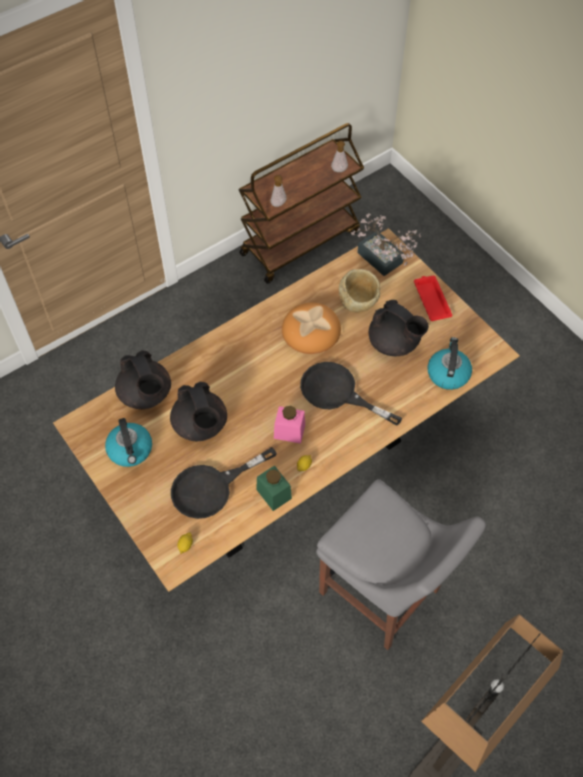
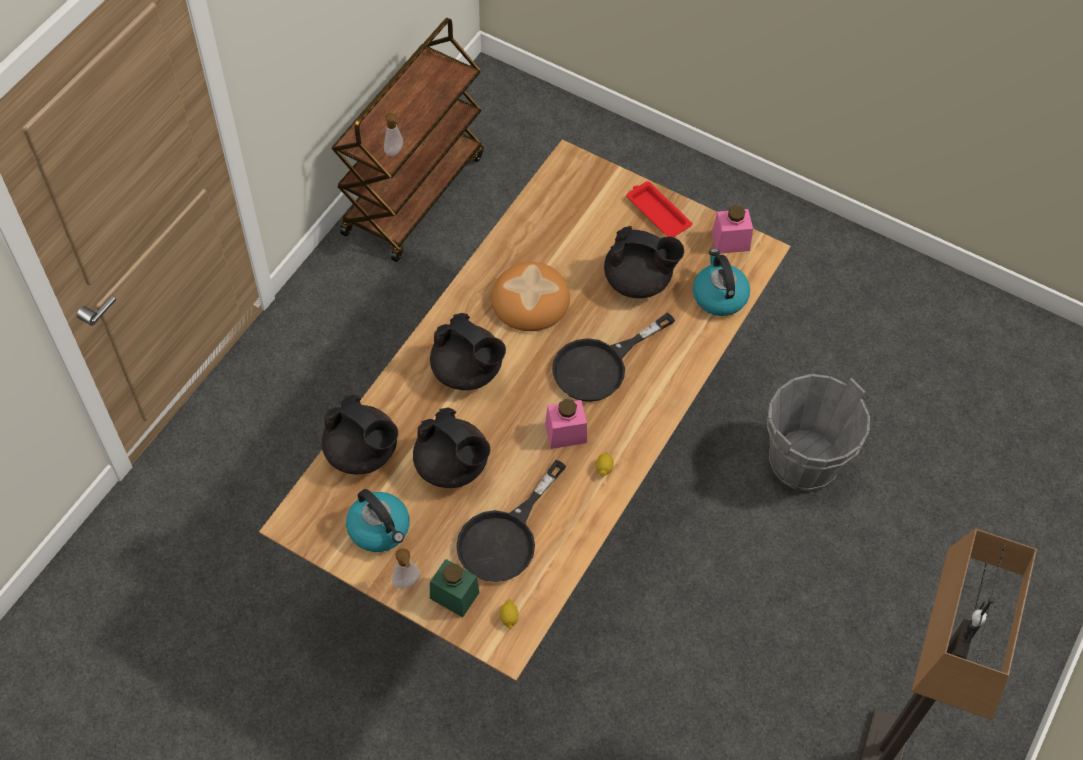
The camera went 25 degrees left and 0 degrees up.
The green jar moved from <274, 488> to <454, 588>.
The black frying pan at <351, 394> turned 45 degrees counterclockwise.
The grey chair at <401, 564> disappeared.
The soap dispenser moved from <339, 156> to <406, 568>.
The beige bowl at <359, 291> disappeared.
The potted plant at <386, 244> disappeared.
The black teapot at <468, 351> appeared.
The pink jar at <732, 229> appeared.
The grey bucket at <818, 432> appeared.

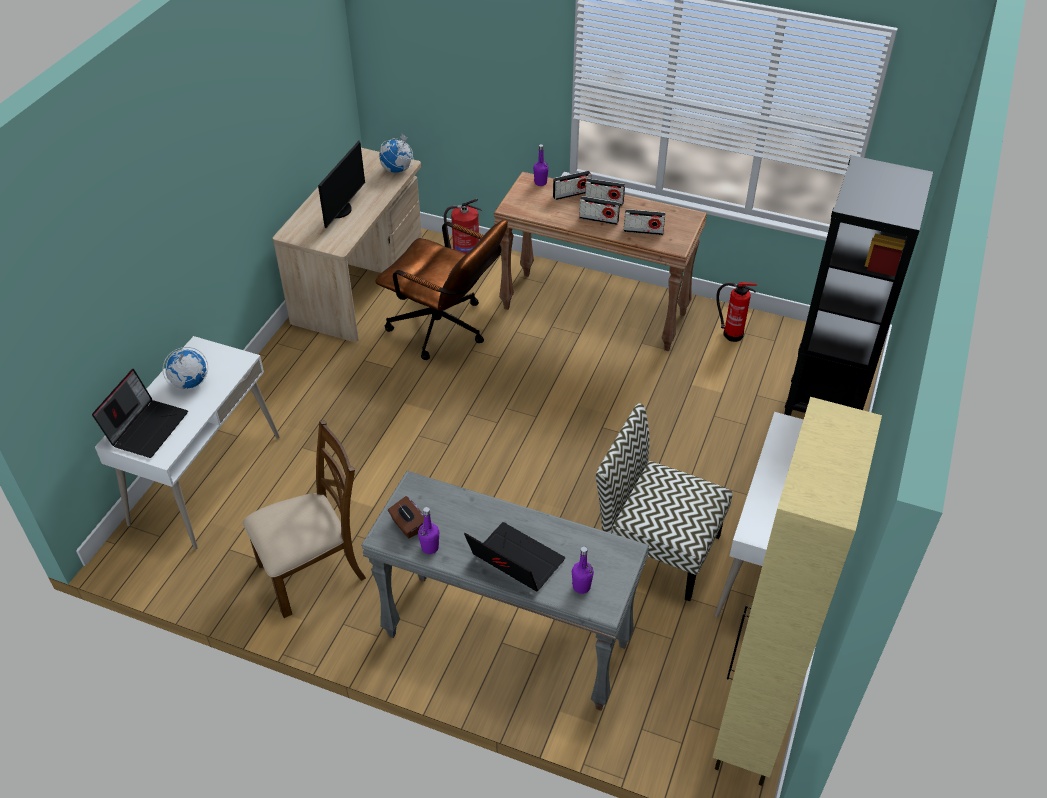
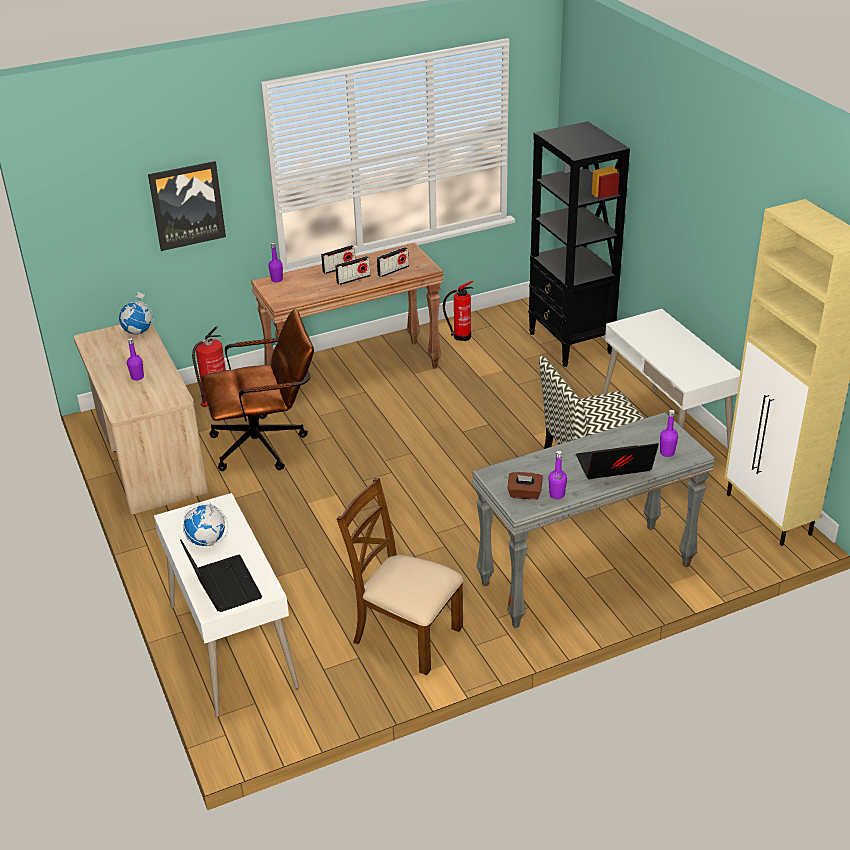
The camera went 45 degrees left and 10 degrees down.
The brown chair at <304, 519> turned 75 degrees counterclockwise.
The monitor at <341, 184> was replaced by the purple bottle at <135, 359>.
The radio at <572, 185> disappeared.
The picture at <187, 206> appeared.

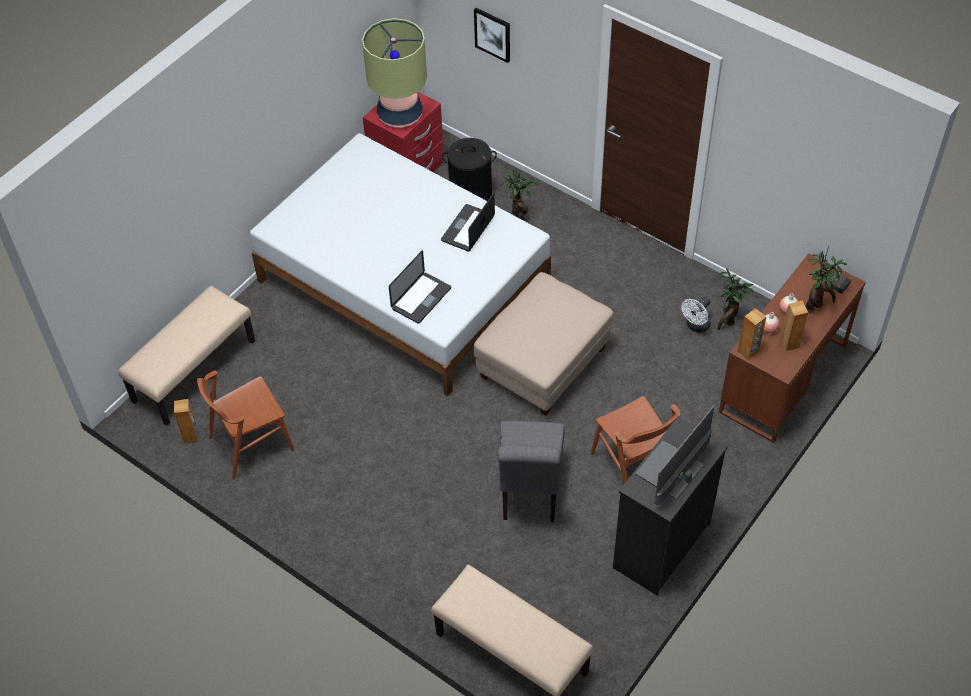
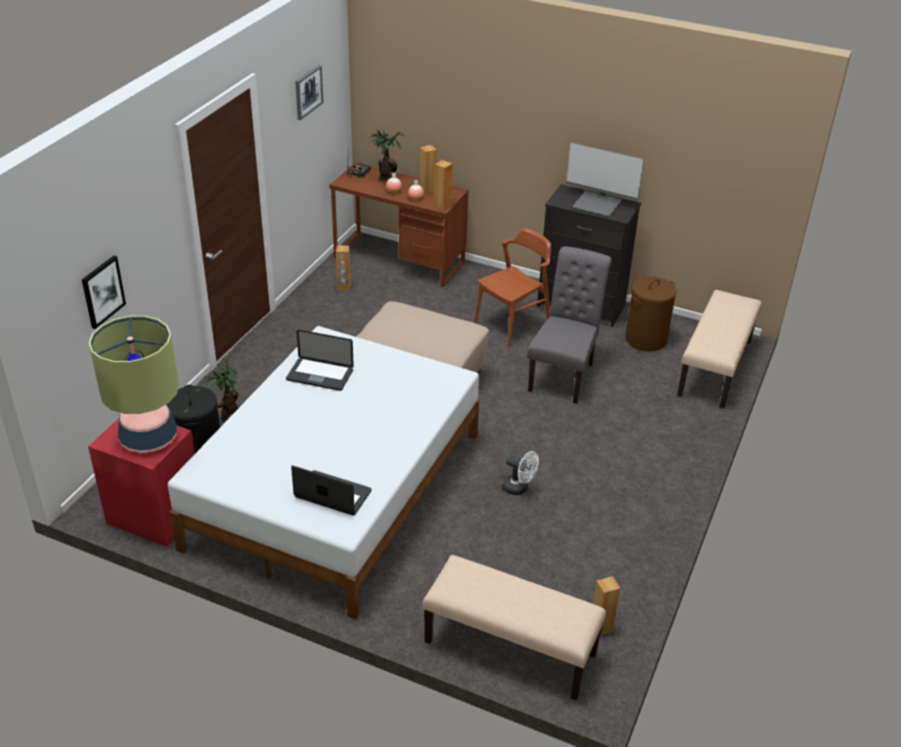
The camera went 105 degrees left and 15 degrees down.
The brown chair at <245, 425> disappeared.
The laptop moved from <420, 287> to <331, 490>.
The grey chair at <531, 471> turned 60 degrees counterclockwise.
The white fan moved from <696, 315> to <520, 473>.
The potted plant at <735, 299> was replaced by the brown speaker at <343, 267>.
The picture at <309, 92> appeared.
The brown laundry basket at <651, 313> appeared.

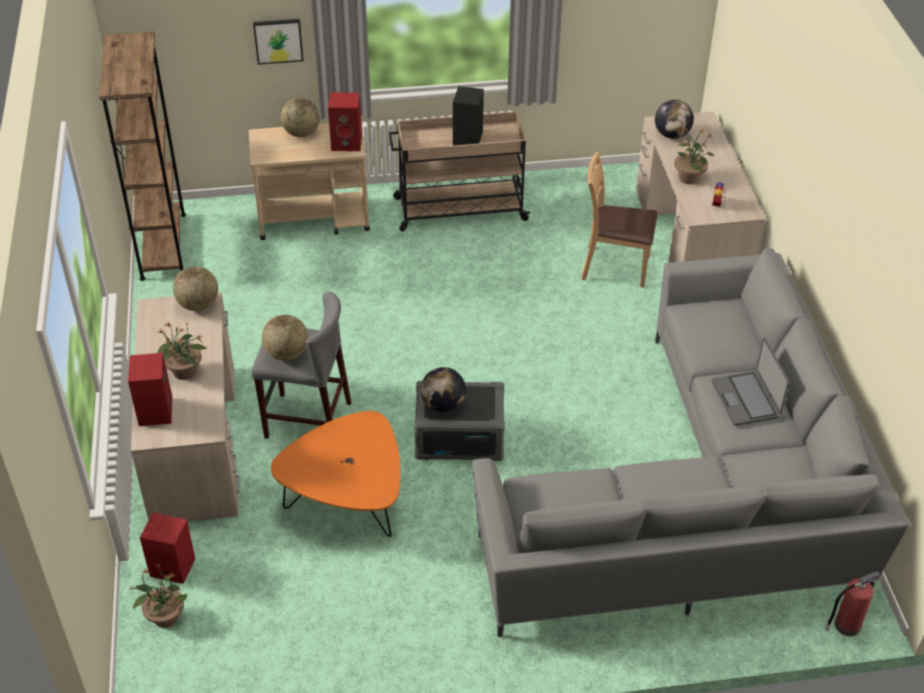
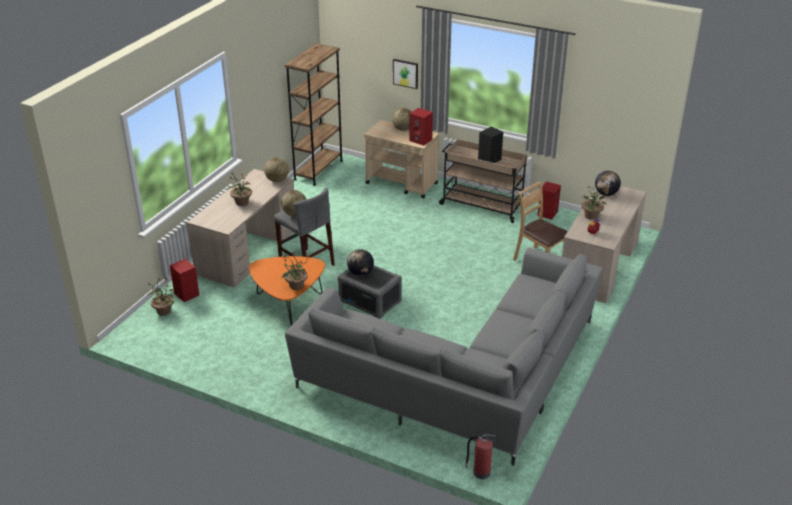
The camera went 35 degrees right and 10 degrees down.
The red speaker moved from <150, 389> to <549, 201>.
The laptop at <750, 381> disappeared.
The potted plant at <295, 271> appeared.

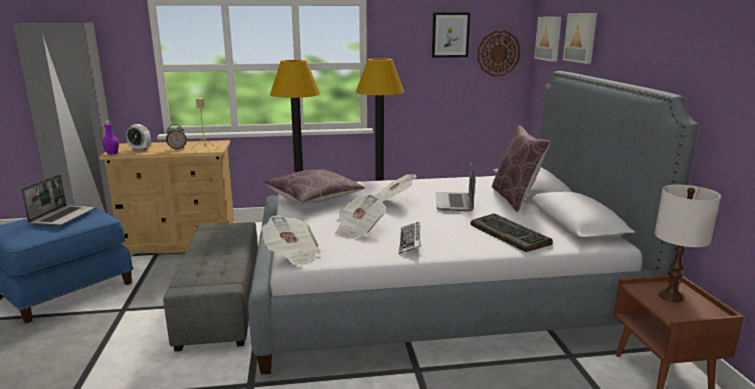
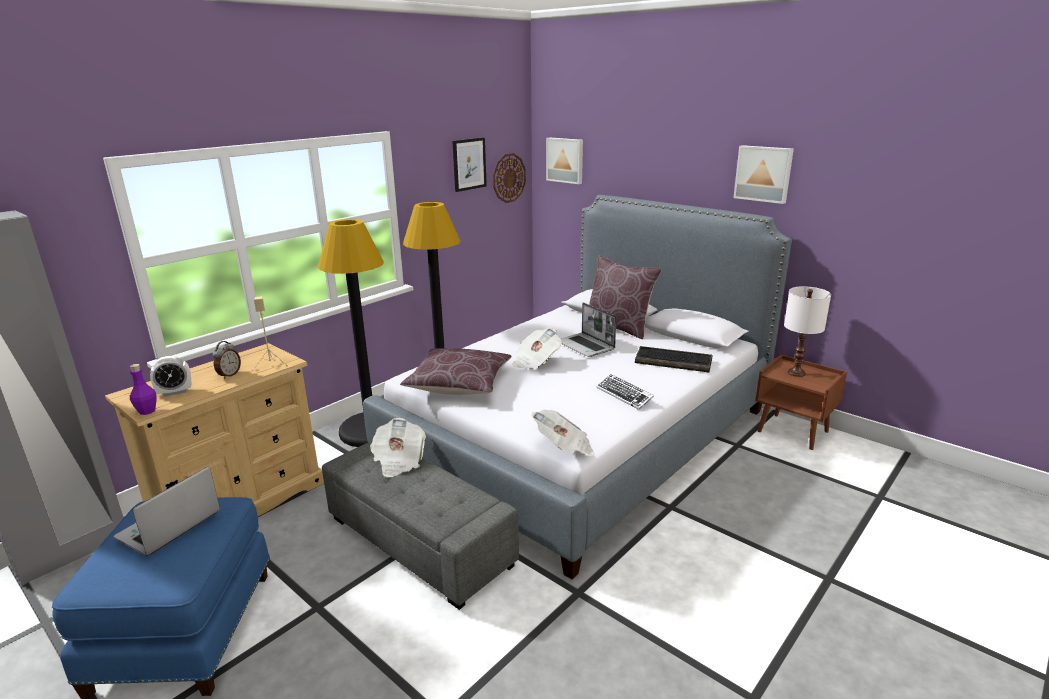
The camera went 40 degrees left and 5 degrees up.
The laptop at <58, 200> turned 120 degrees counterclockwise.
The newspaper moved from <360, 216> to <398, 448>.
The picture moved from <580, 38> to <763, 174>.

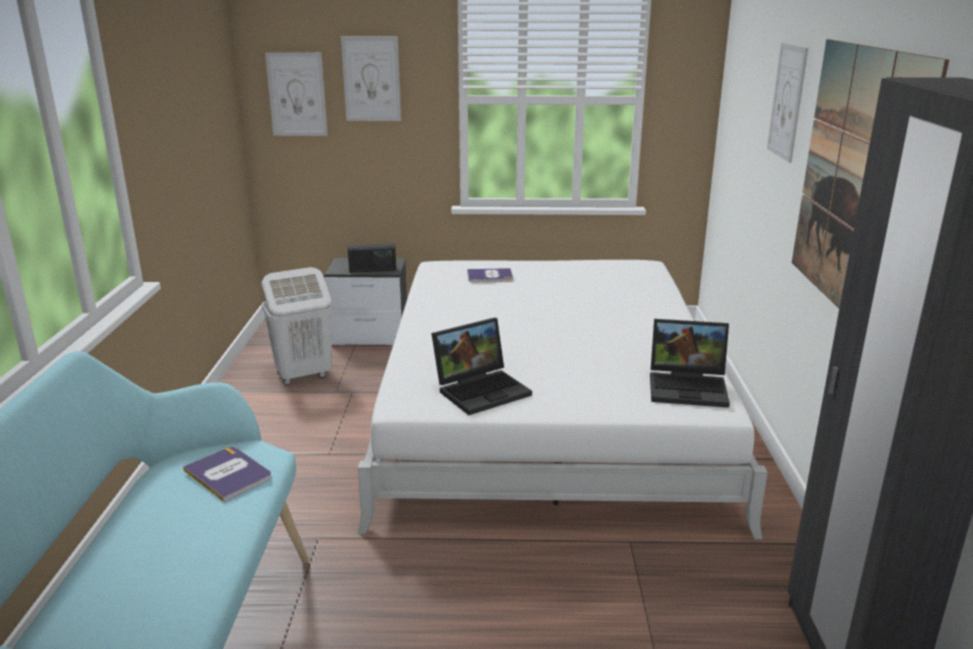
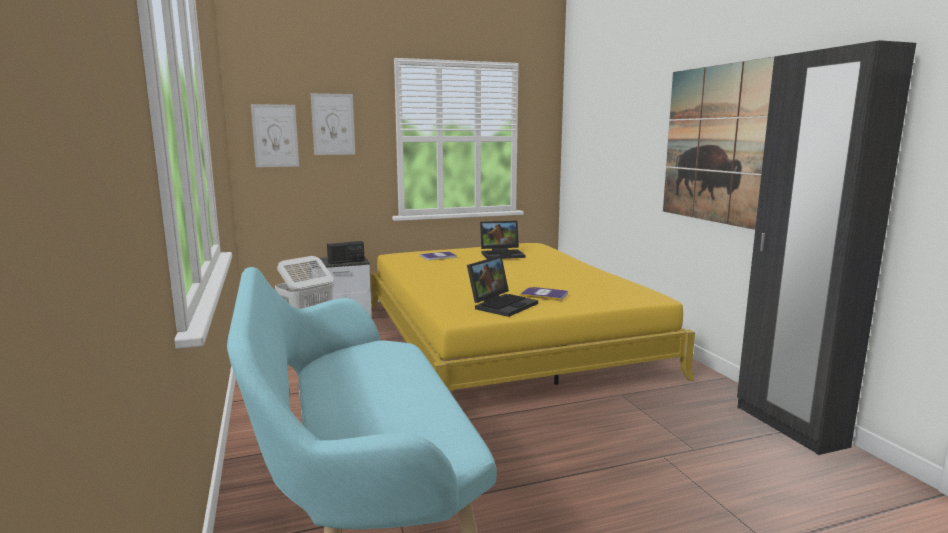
The camera went 20 degrees left and 10 degrees down.
The book moved from <227, 474> to <544, 294>.
The white bed at <563, 400> became the yellow bed at <533, 316>.
The laptop moved from <690, 363> to <503, 240>.
The picture at <787, 103> disappeared.

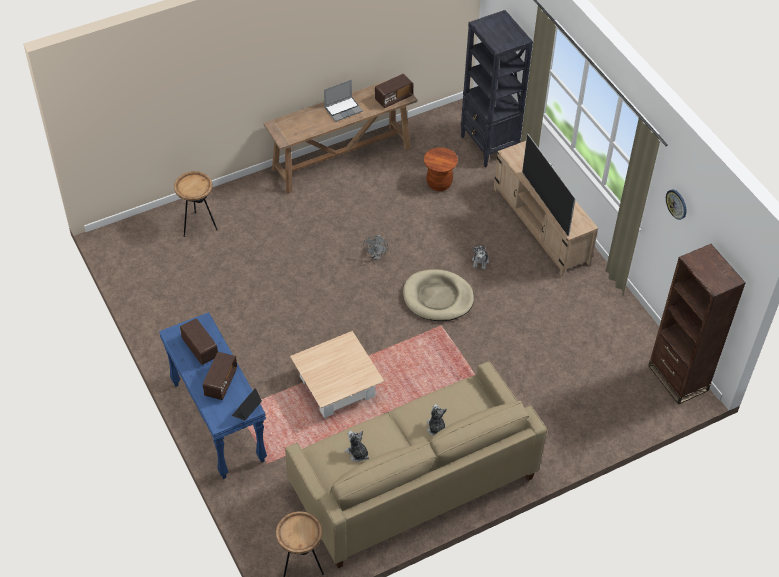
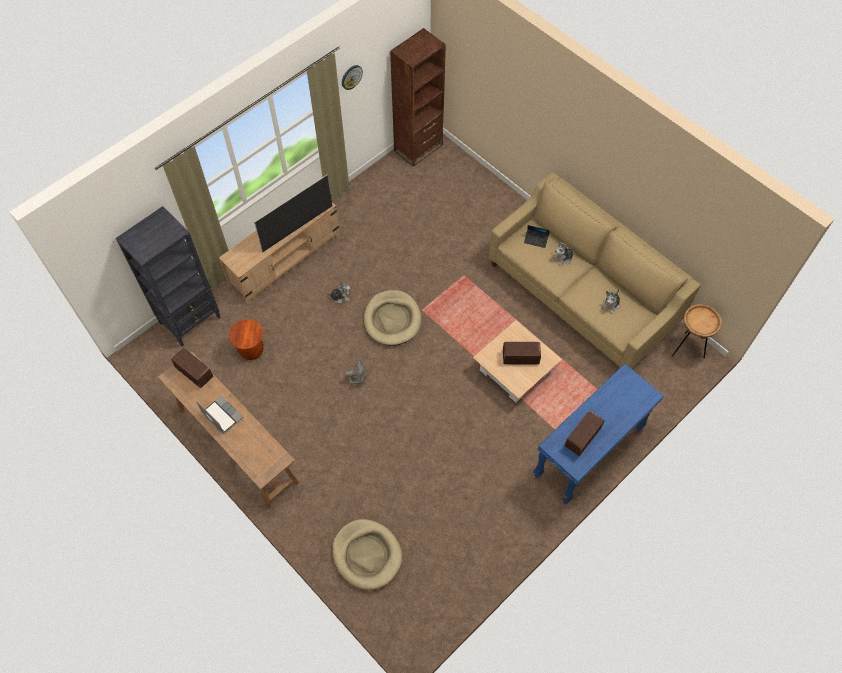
The camera went 105 degrees left and 10 degrees up.
The brown side table at <196, 204> was replaced by the beige dog bed at <367, 554>.
The radio moved from <220, 376> to <522, 353>.
The laptop moved from <247, 404> to <537, 236>.

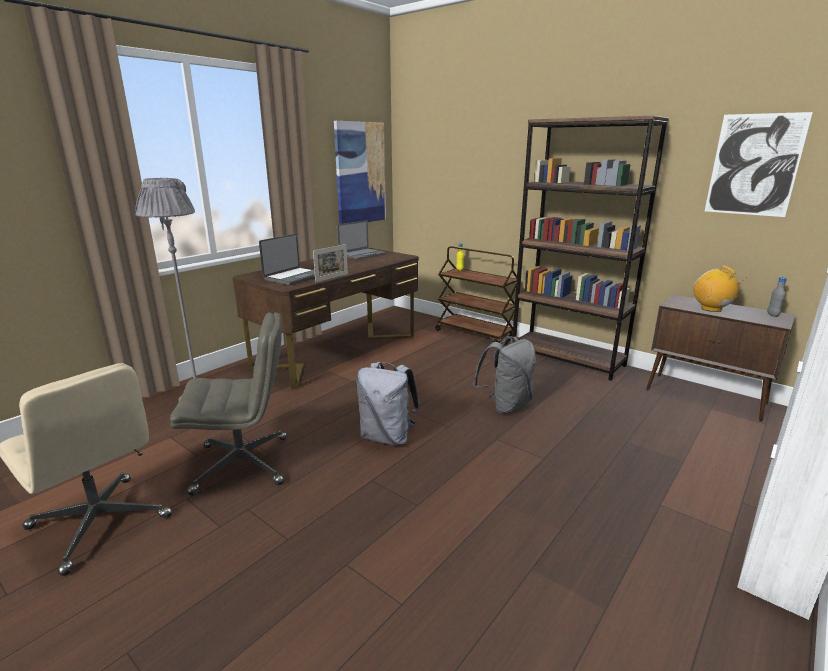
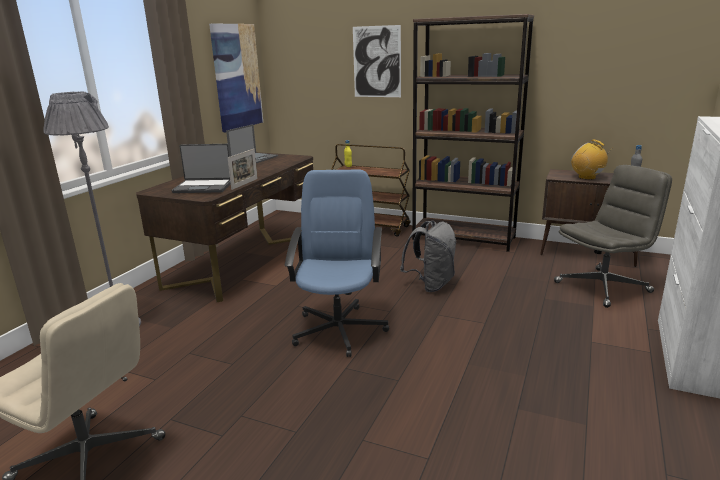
The camera went 15 degrees left and 0 degrees up.
The grey office chair moved from <228, 404> to <613, 236>.
The laptop at <287, 259> turned 75 degrees clockwise.
The grey backpack at <388, 404> was replaced by the blue office chair at <336, 263>.
The picture moved from <759, 164> to <377, 61>.

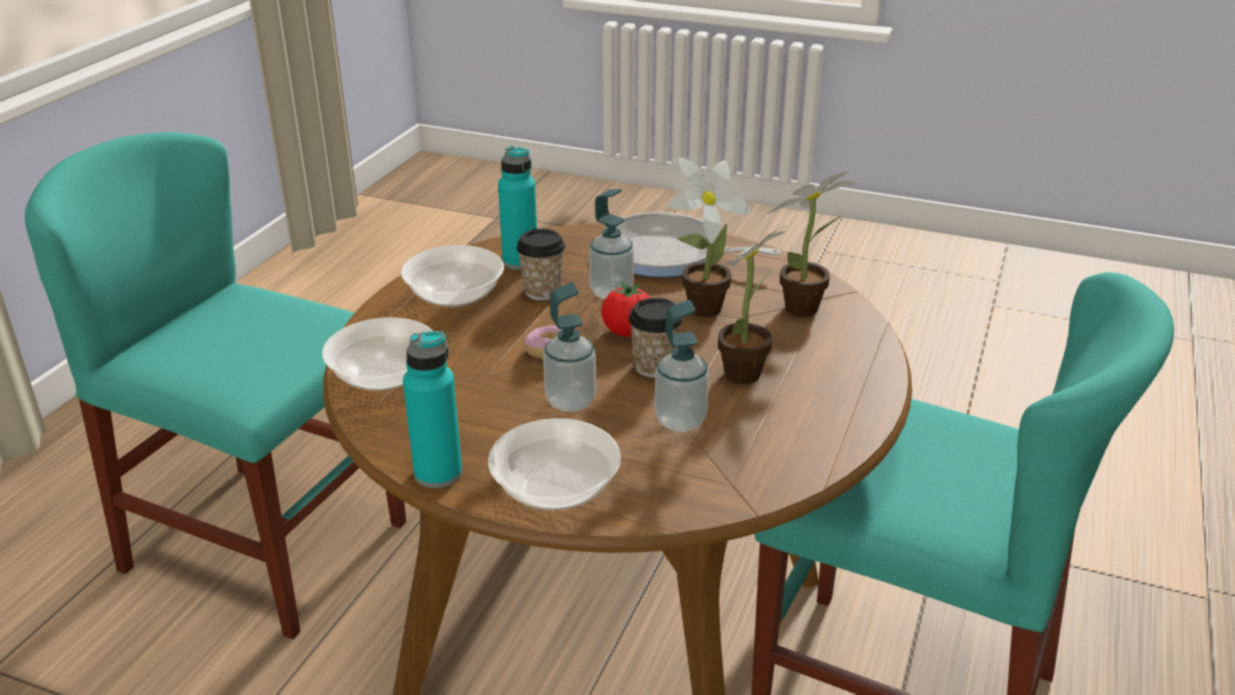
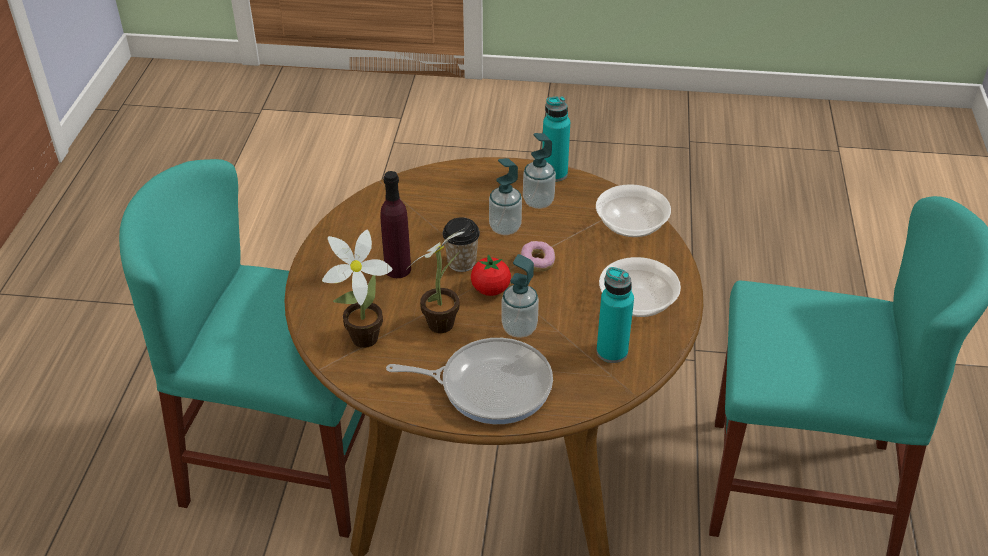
The camera went 165 degrees right and 10 degrees up.
The bowl at <554, 464> disappeared.
The cup at <541, 264> disappeared.
The soap dispenser moved from <682, 366> to <539, 171>.
The potted plant at <750, 303> was replaced by the purple bottle at <395, 224>.

